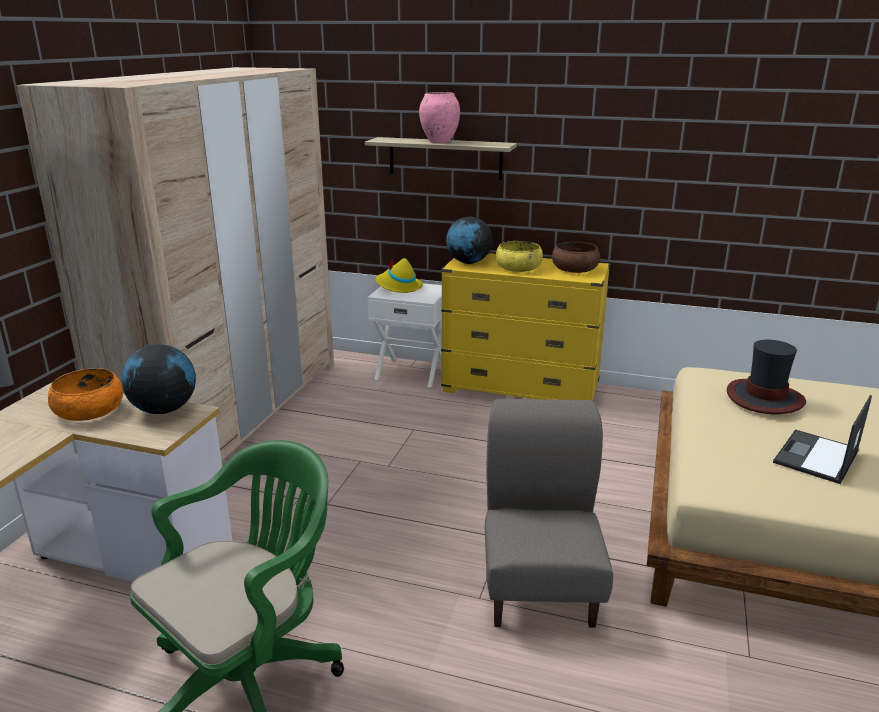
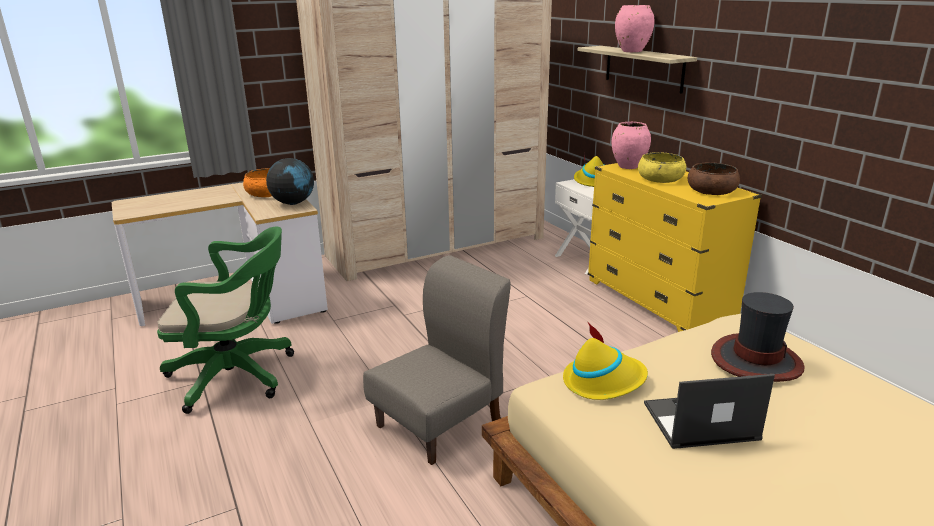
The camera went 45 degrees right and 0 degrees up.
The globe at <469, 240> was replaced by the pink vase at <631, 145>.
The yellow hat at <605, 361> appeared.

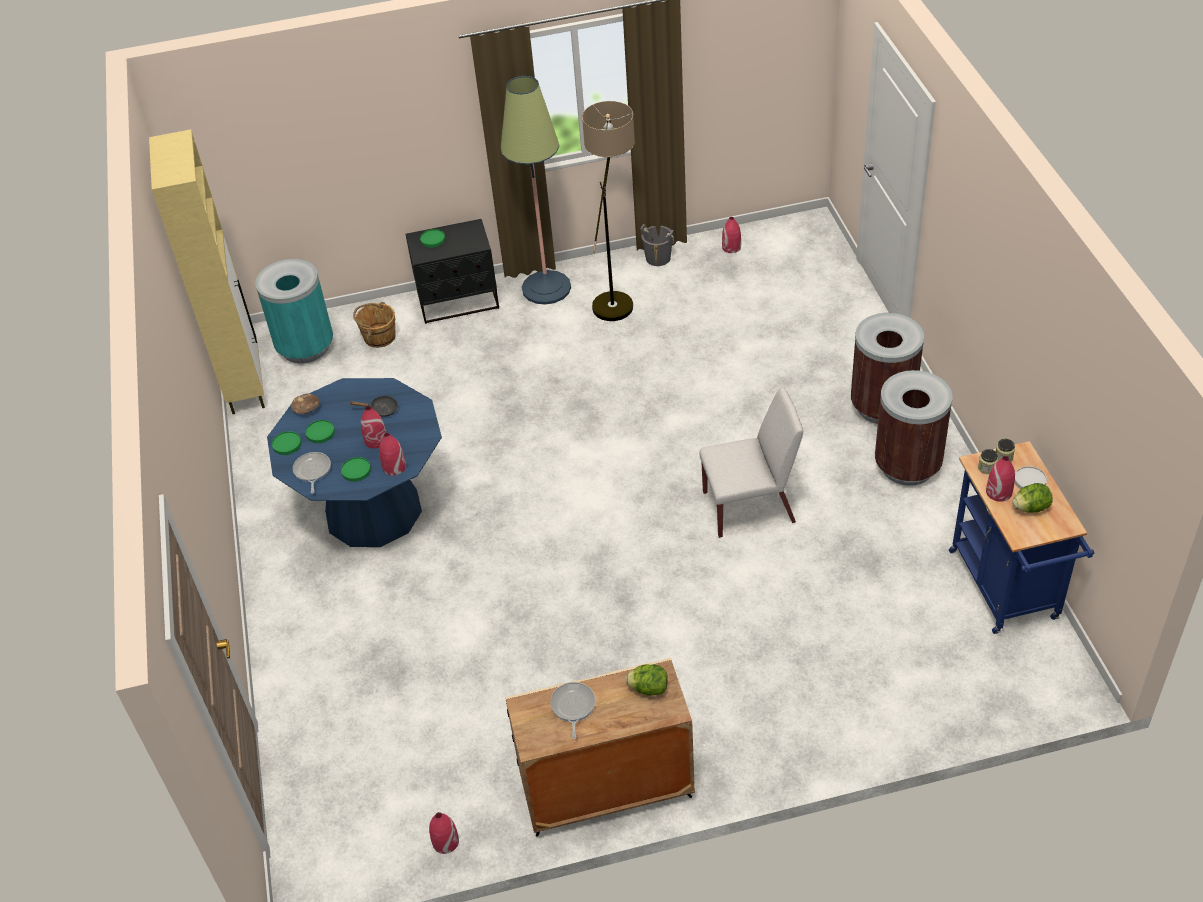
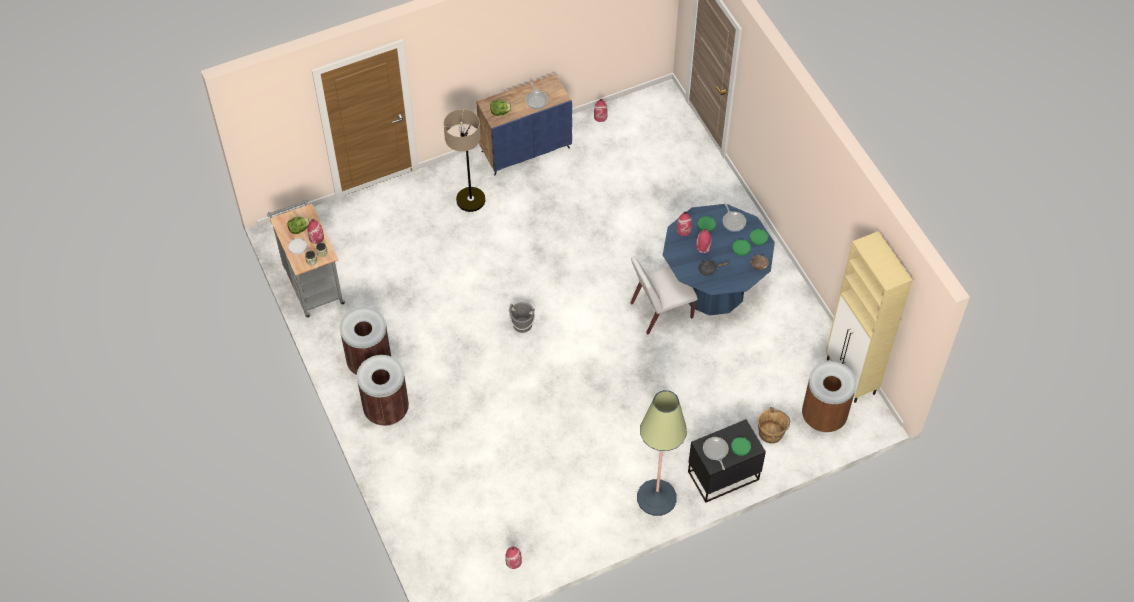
The camera went 165 degrees right and 10 degrees up.
The turquoise trash can at <294, 311> became the brown trash can at <829, 397>.
The beige cabinet at <600, 746> became the blue cabinet at <524, 124>.
The floor lamp moved from <608, 211> to <464, 160>.
The grey bucket moved from <657, 245> to <522, 317>.
The white chair moved from <751, 462> to <664, 295>.
The blue cart at <1021, 537> became the grey cart at <306, 258>.
The frying pan at <716, 453> appeared.

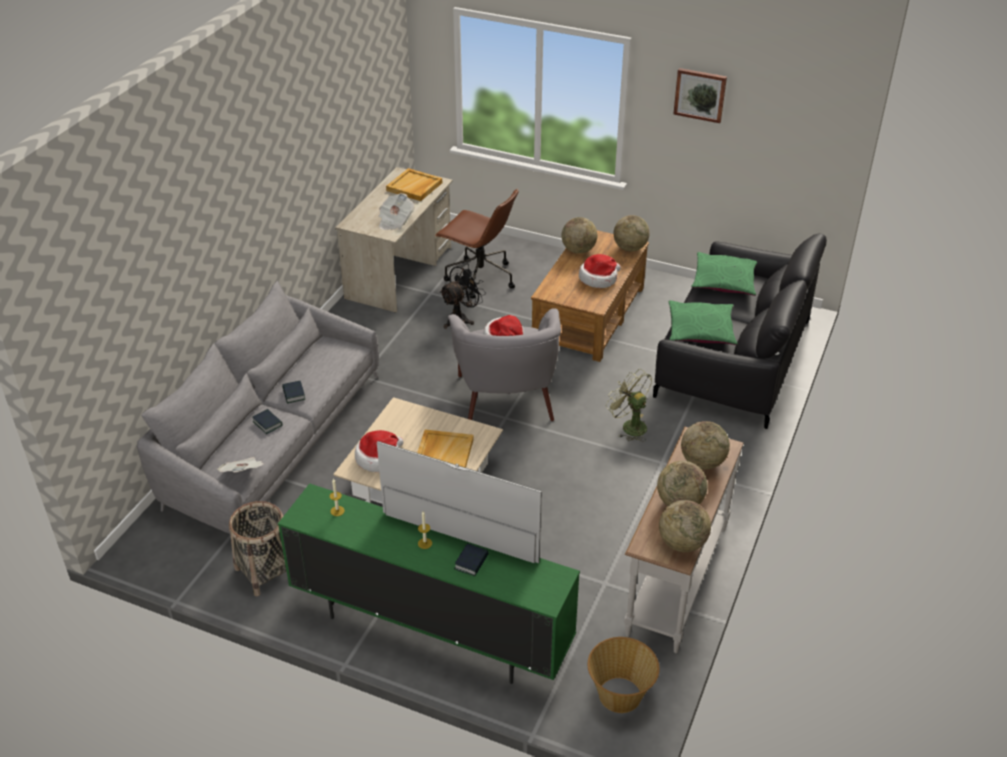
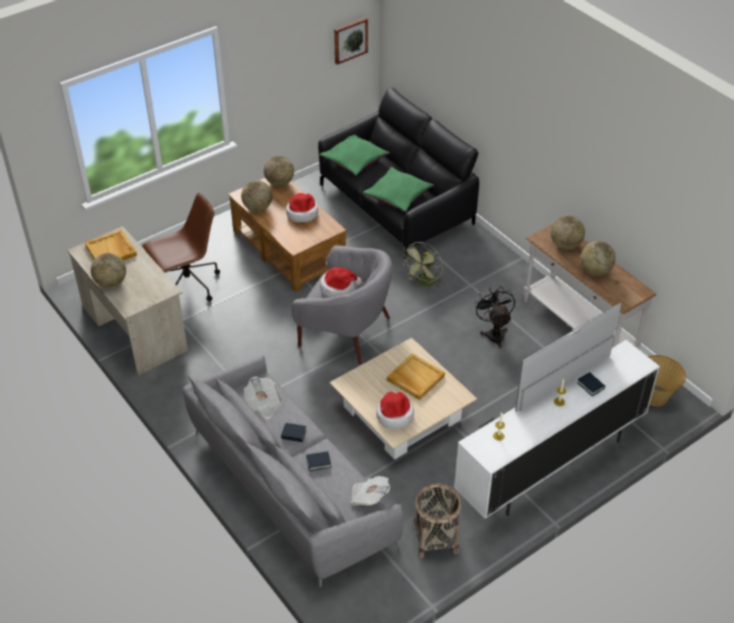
The camera went 60 degrees left and 5 degrees up.
The green tv stand at <429, 583> became the white tv stand at <557, 429>.
The newspaper moved from <396, 211> to <263, 397>.
The black fan moved from <462, 296> to <494, 317>.
The green fan at <629, 405> turned 45 degrees counterclockwise.
The globe moved from <685, 526> to <108, 270>.
The picture moved from <700, 95> to <351, 41>.

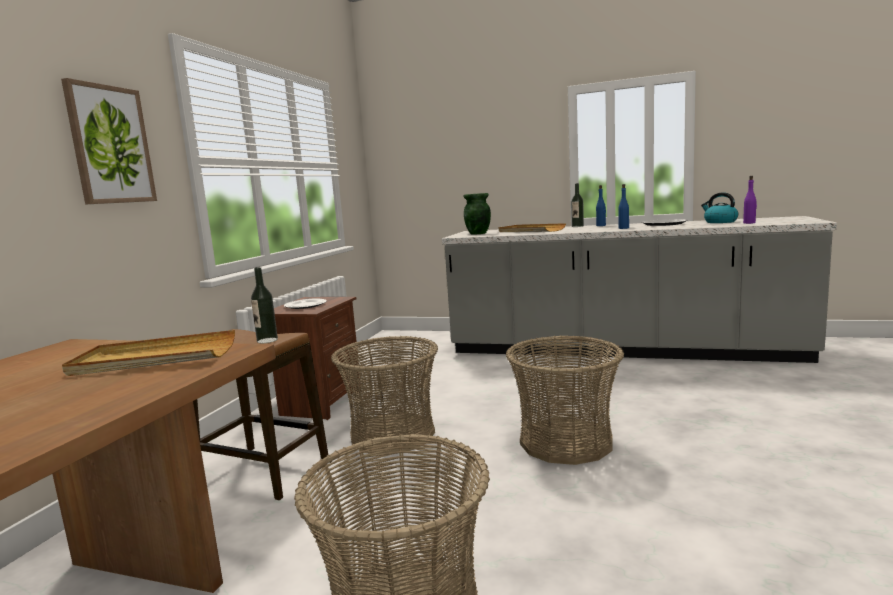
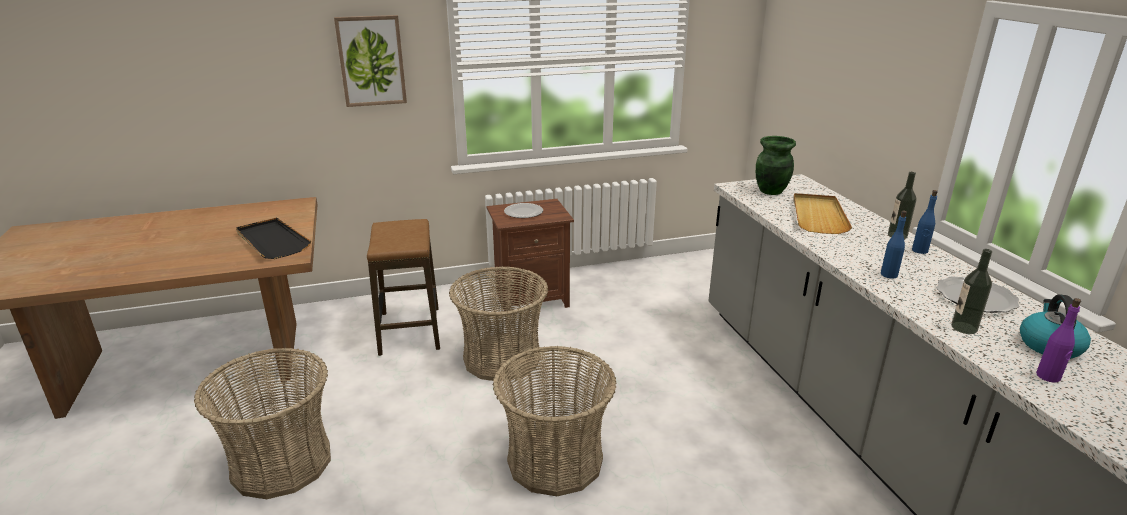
The camera went 55 degrees right and 15 degrees up.
The beige tray at <148, 353> became the black tray at <273, 238>.
The bottle moved from <264, 305> to <971, 291>.

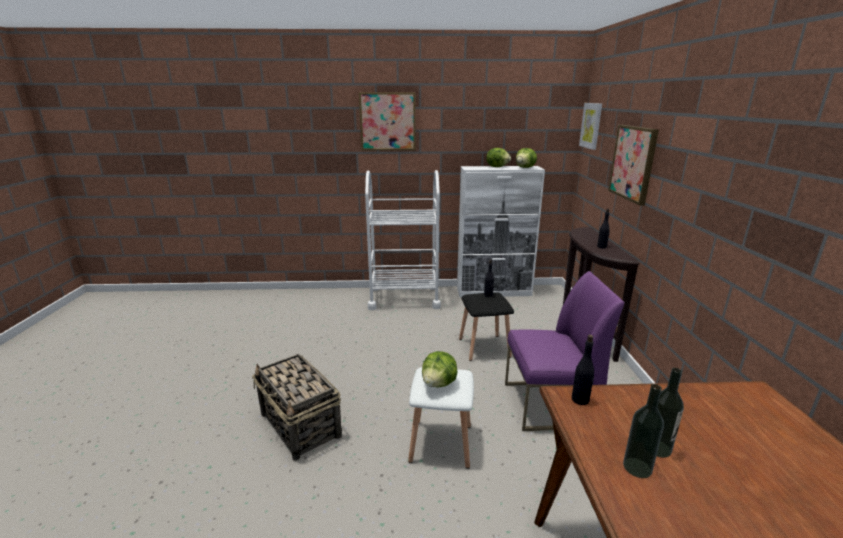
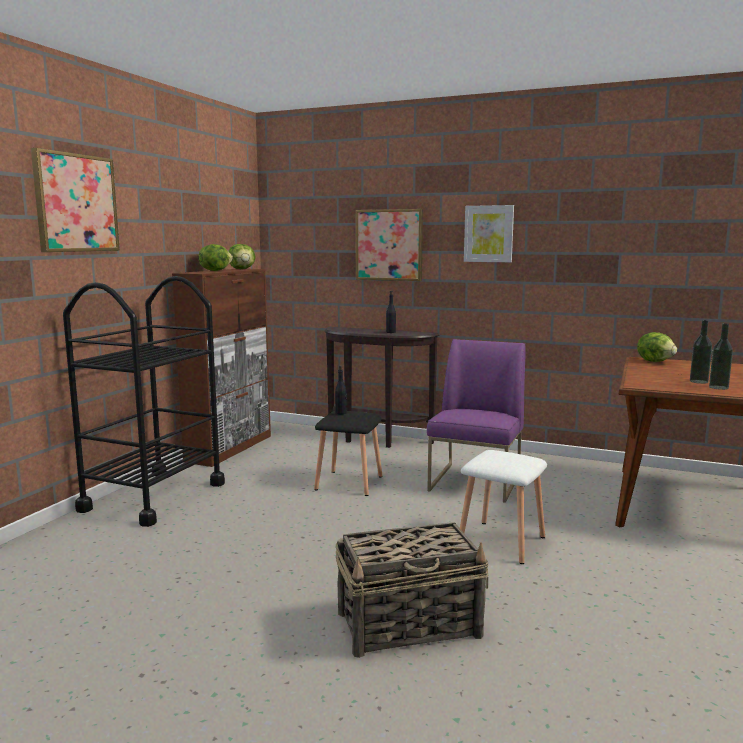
The camera went 65 degrees left and 10 degrees down.
The white cart at <403, 240> became the black cart at <144, 401>.
The lettuce moved from <440, 369> to <657, 347>.
The white cabinet at <501, 231> became the brown cabinet at <221, 368>.
The black bottle at <583, 370> disappeared.
The picture moved from <590, 126> to <489, 233>.

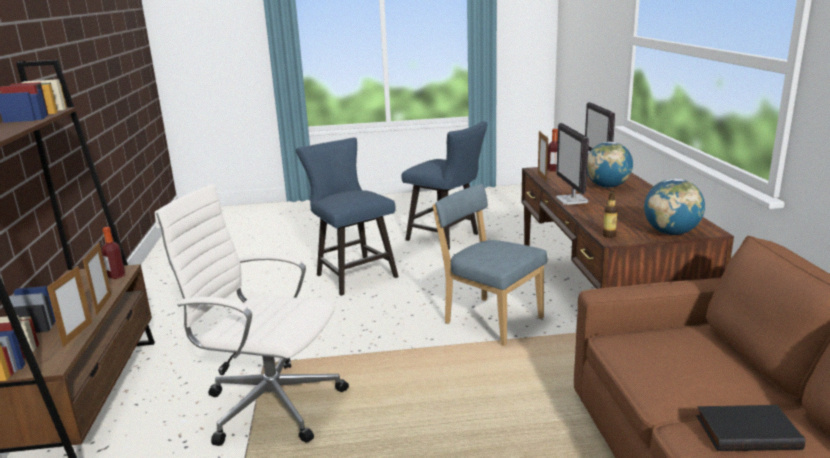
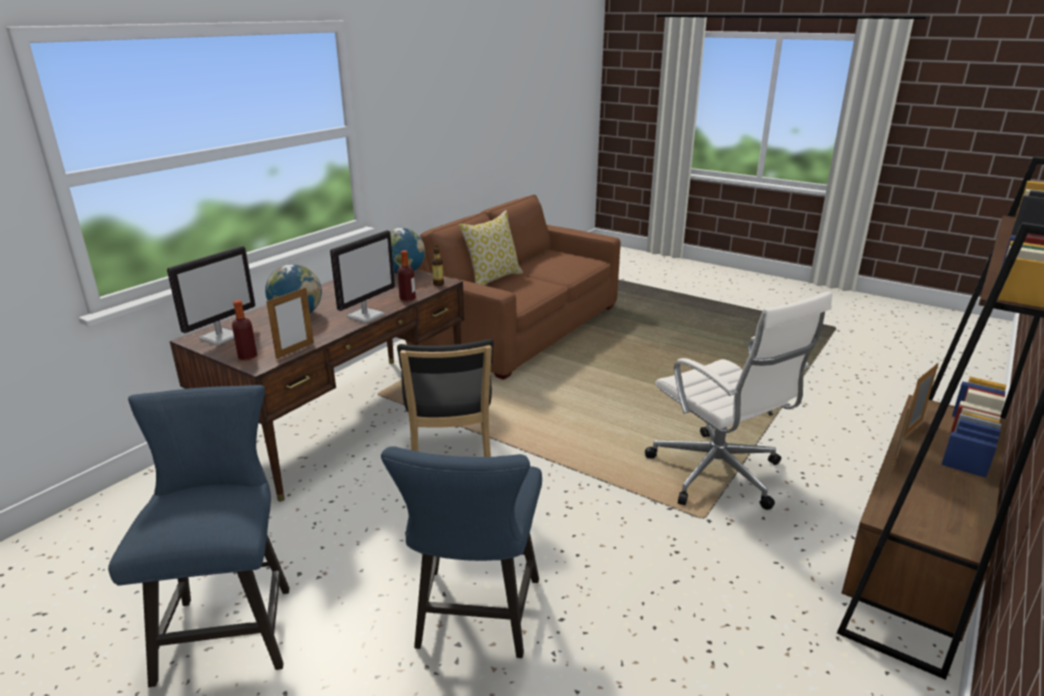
The camera went 140 degrees left and 5 degrees up.
The bottle moved from <113, 253> to <406, 276>.
The blue chair at <489, 265> became the black chair at <445, 398>.
The black book at <750, 428> disappeared.
The pillow at <491, 248> appeared.

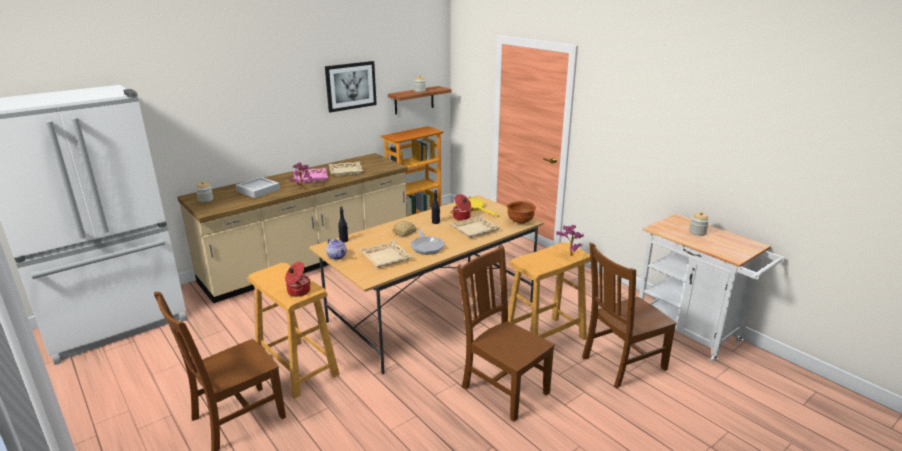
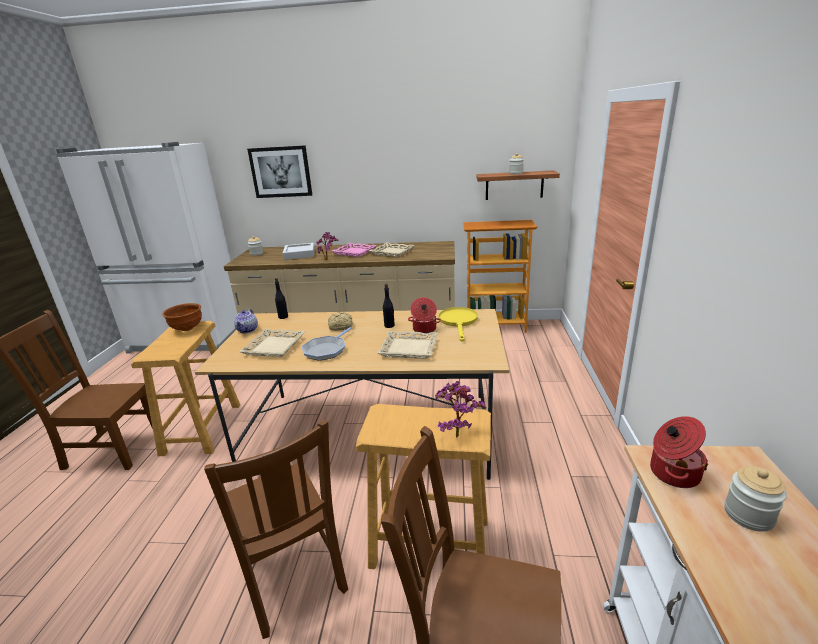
The camera went 45 degrees right and 0 degrees up.
The cooking pot moved from <298, 279> to <679, 452>.
The picture moved from <351, 86> to <279, 171>.
The brown chair at <506, 333> turned 150 degrees clockwise.
The brown bowl moved from <521, 212> to <182, 317>.

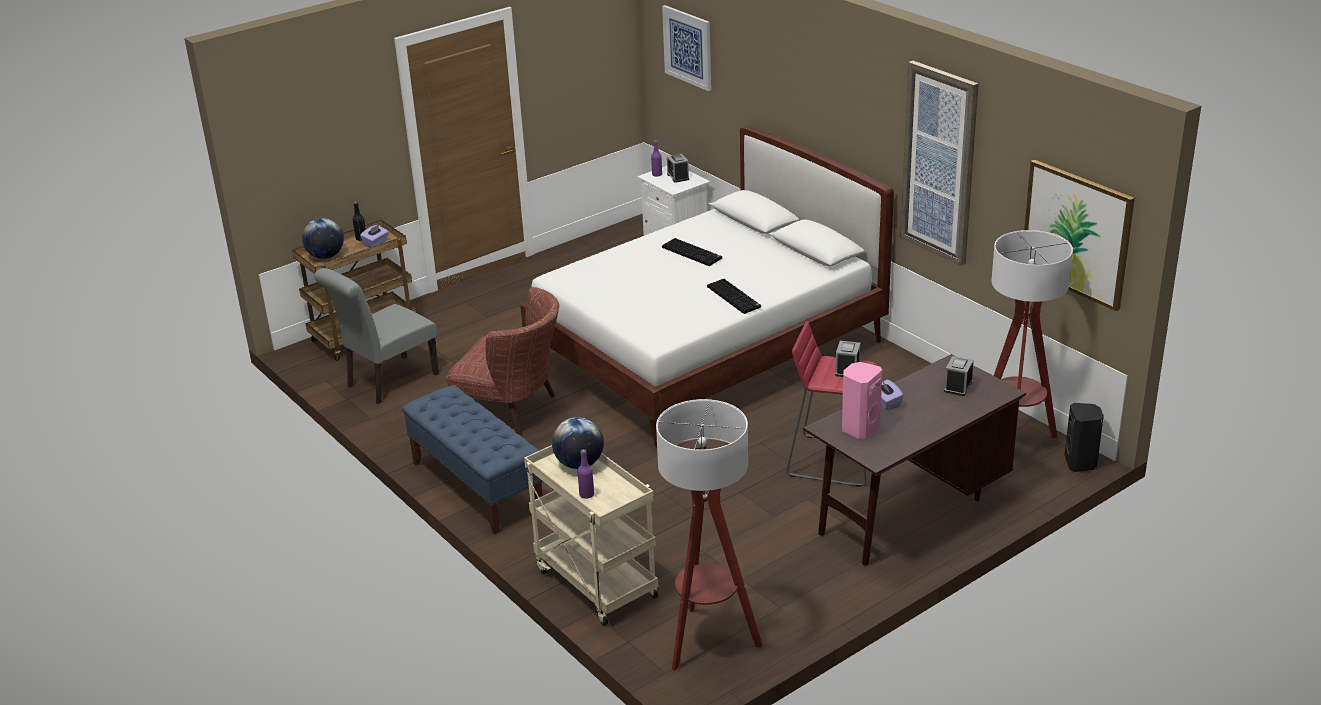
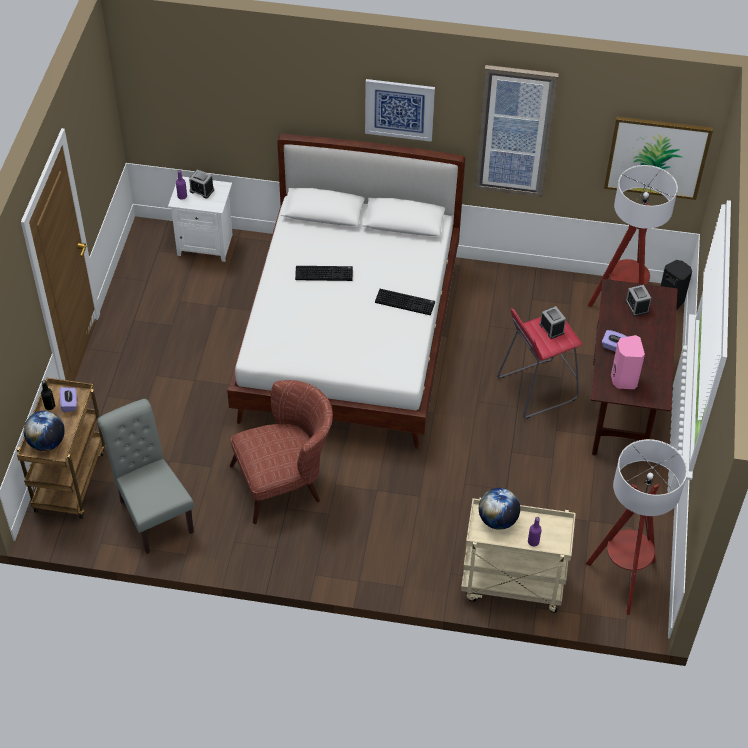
The camera went 45 degrees left and 20 degrees up.
The grey chair at <376, 336> turned 150 degrees clockwise.
The blue bench at <472, 459> disappeared.
The picture moved from <686, 48> to <400, 110>.

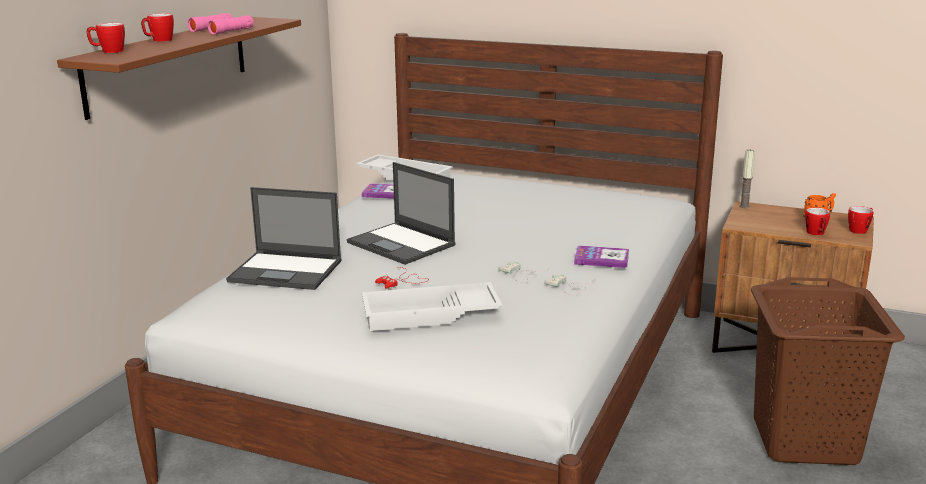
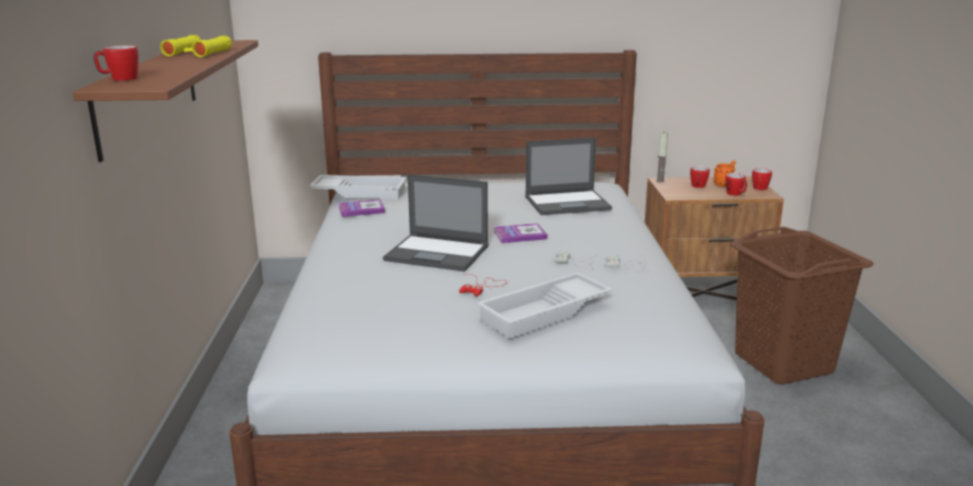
The camera went 25 degrees left and 0 degrees up.
The mug moved from <157, 27> to <700, 177>.
The pink binoculars at <220, 24> became the yellow binoculars at <196, 46>.
The laptop moved from <284, 238> to <568, 176>.
The book moved from <601, 256> to <521, 233>.

